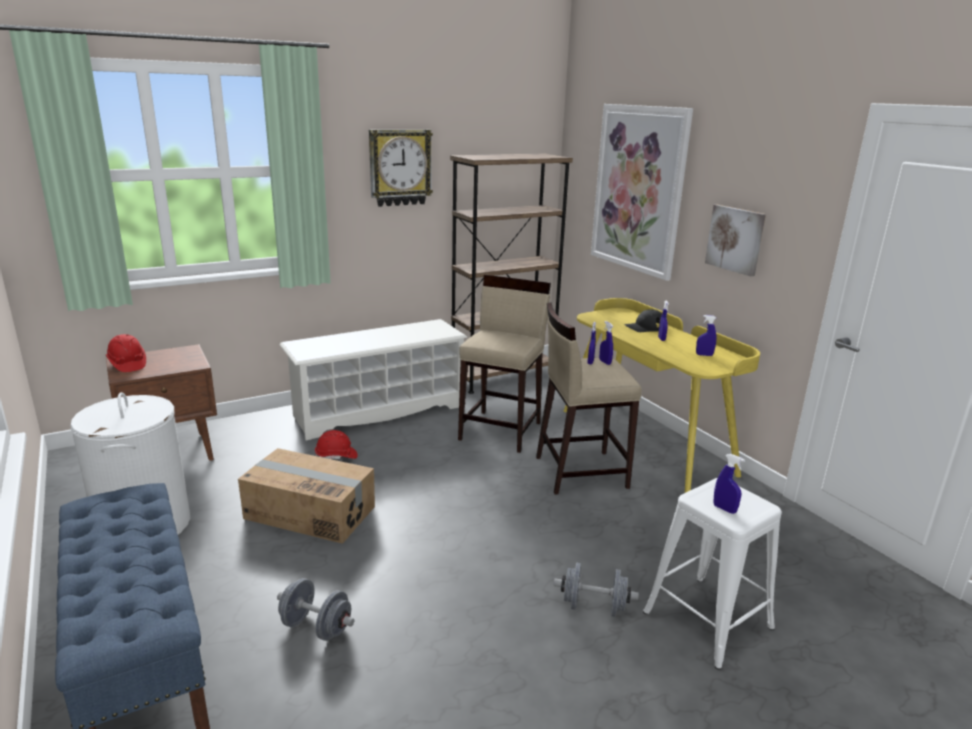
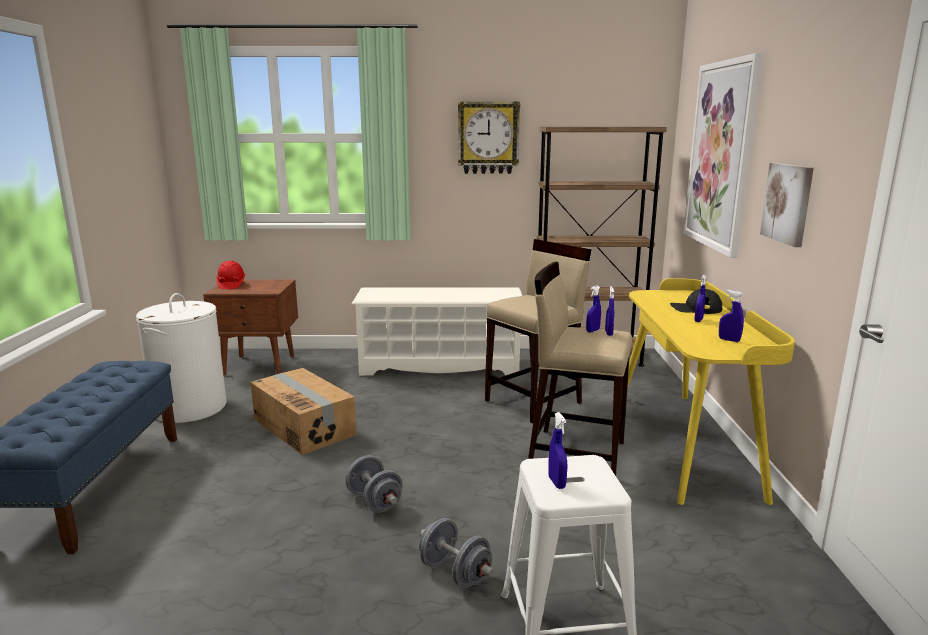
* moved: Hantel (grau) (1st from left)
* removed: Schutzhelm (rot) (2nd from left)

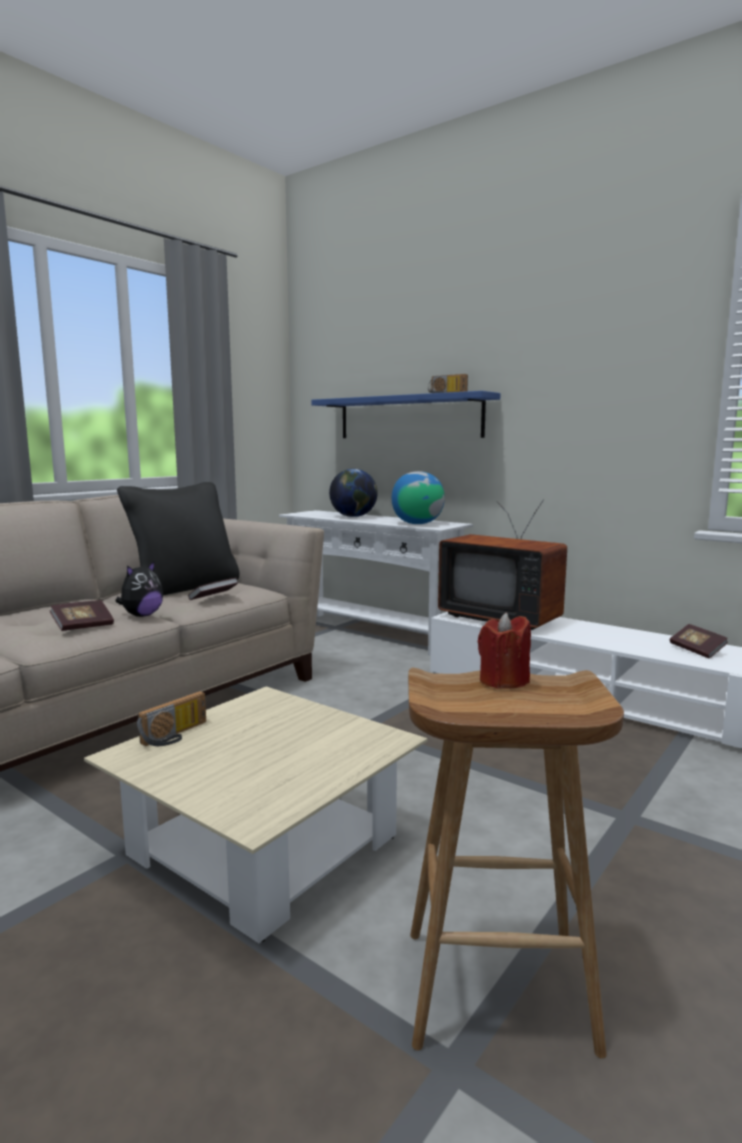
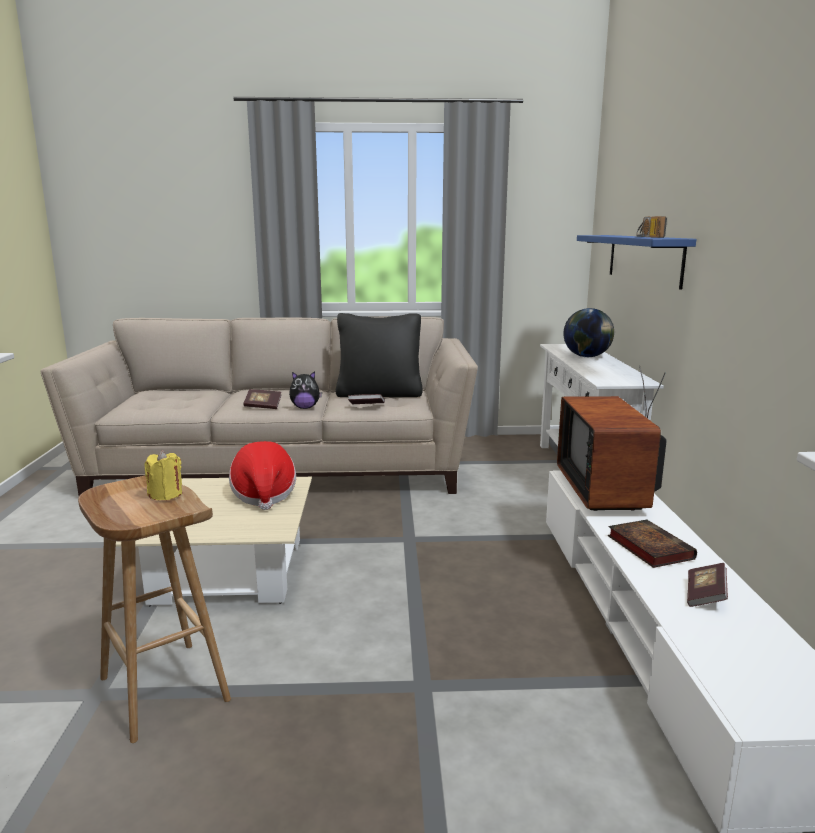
* recoloured: Kerze (rot) to Kerze (gelb)
* added: Hut
* added: Buch (3rd from left)
* removed: Radio (1st from left)
* removed: Globus (2nd from left)

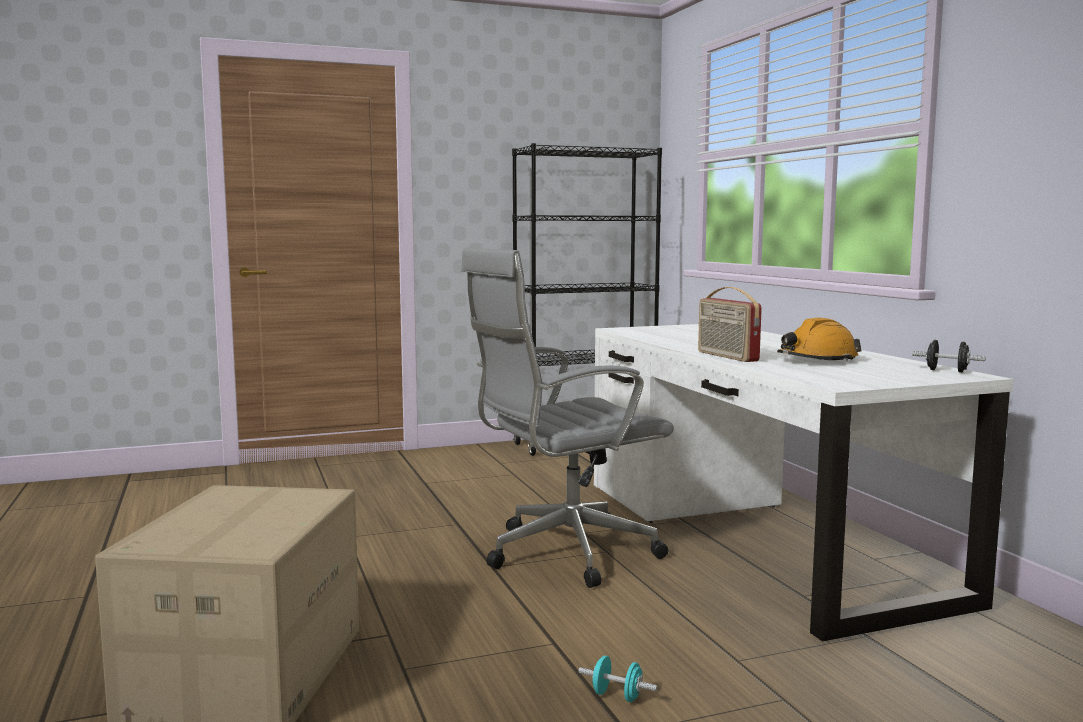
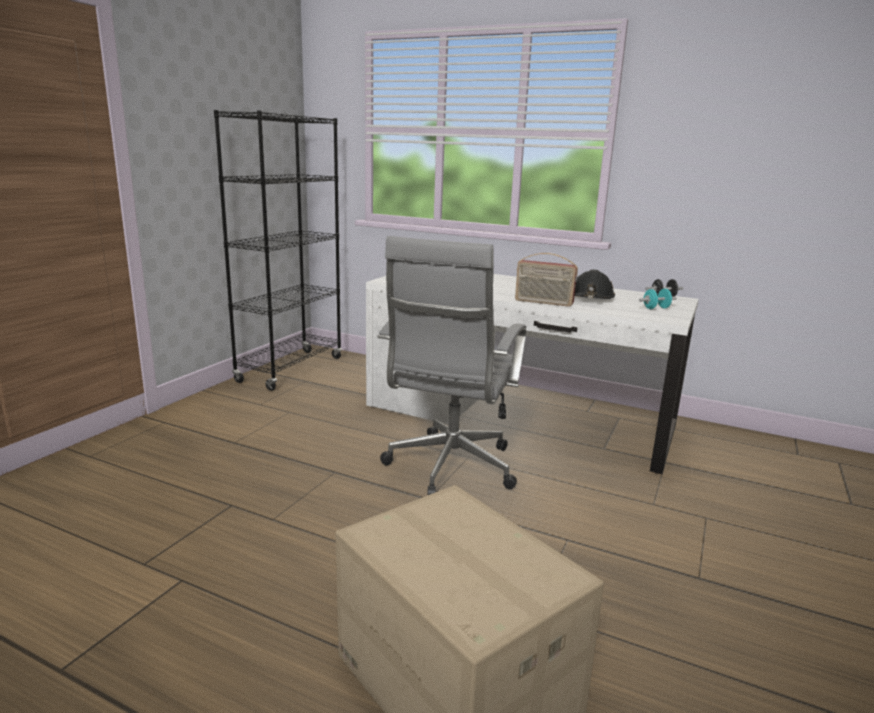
* recoloured: Schutzhelm (orange) to Schutzhelm (schwarz)
* moved: Hantel (türkis)

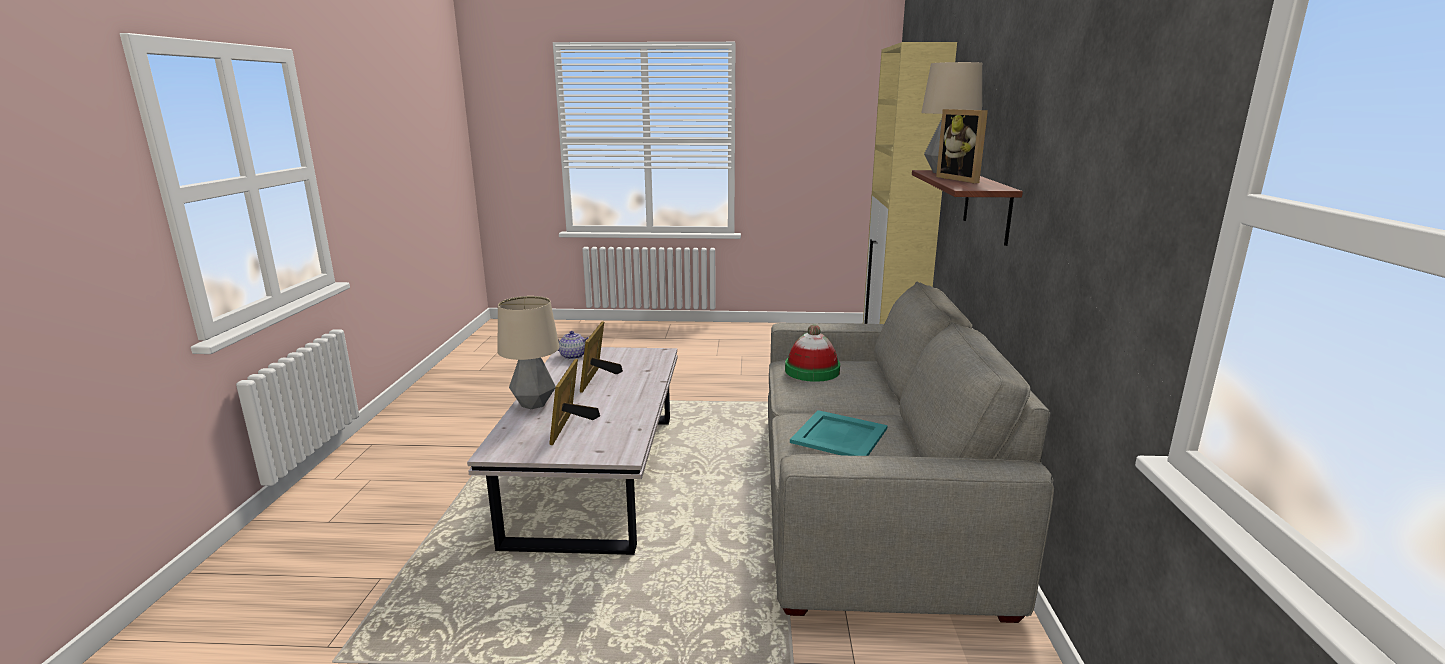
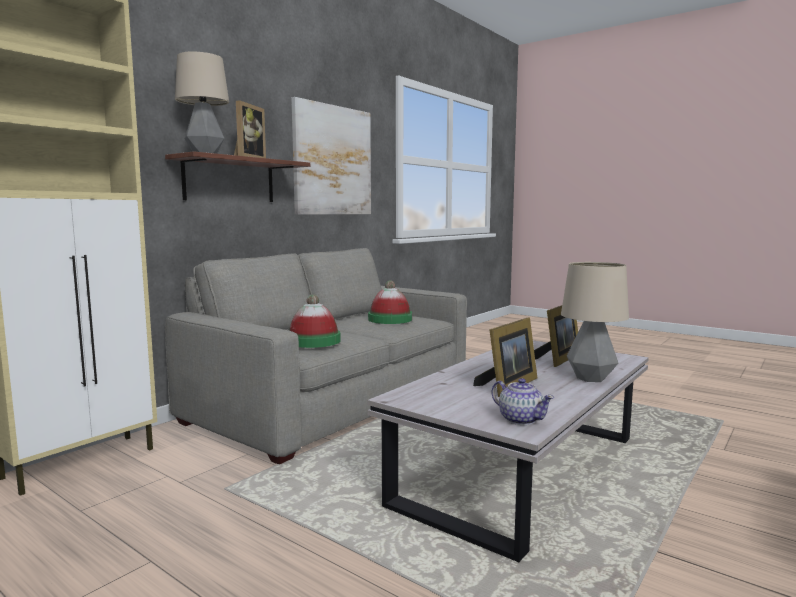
* added: Bild
* replaced: Tablett (türkis) to Hut (2nd from left)

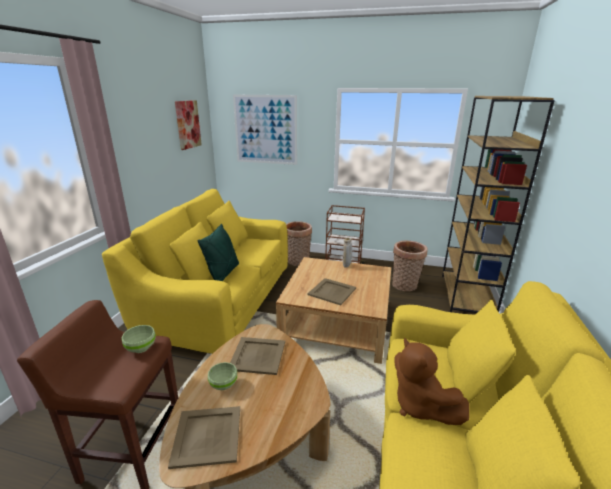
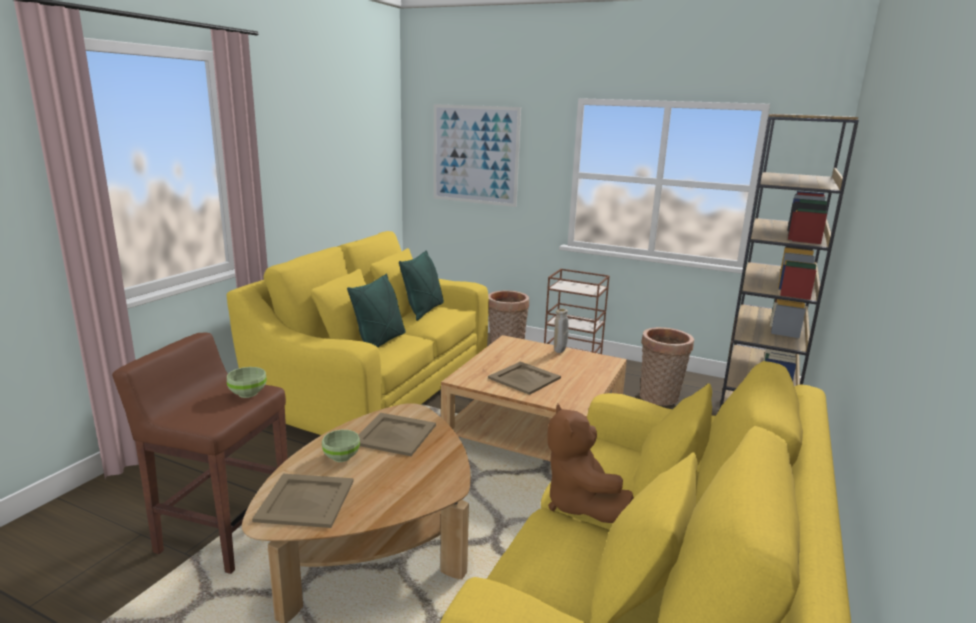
* added: Kissen (grün) (2nd from left)
* removed: Bild (1st from left)

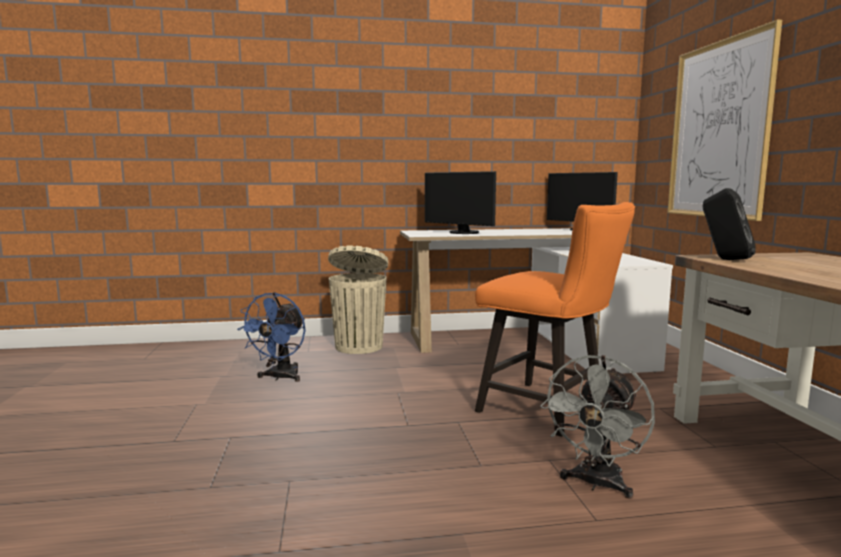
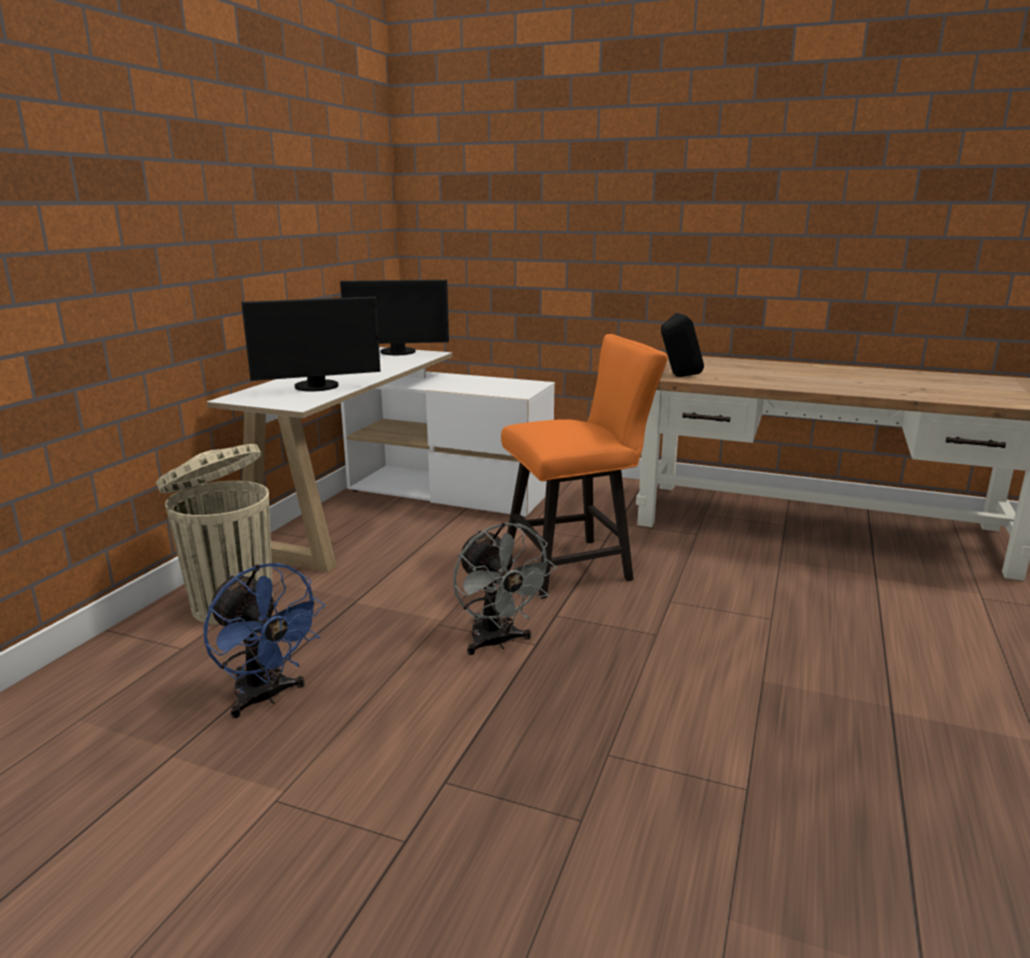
* moved: Ventilator (grau)
* removed: Bild

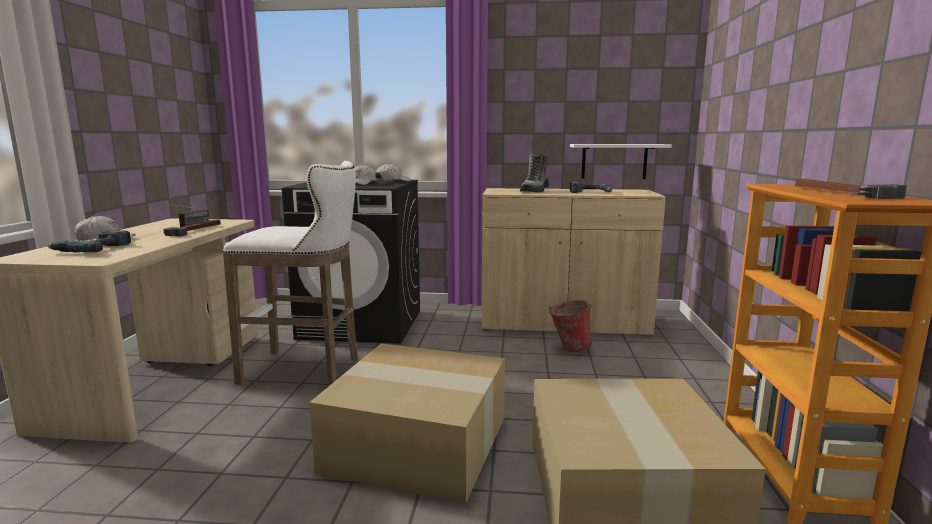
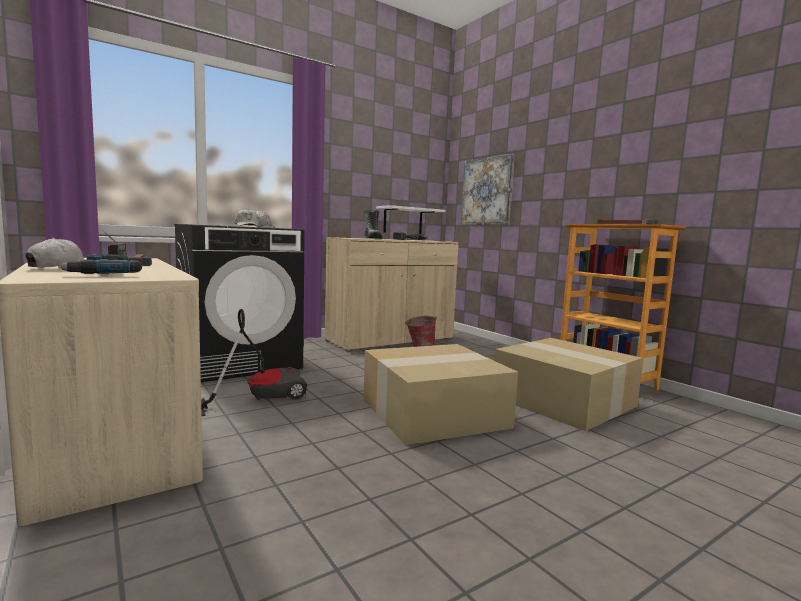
* replaced: Hocker (weiß) to Staubsauger
* added: Bild

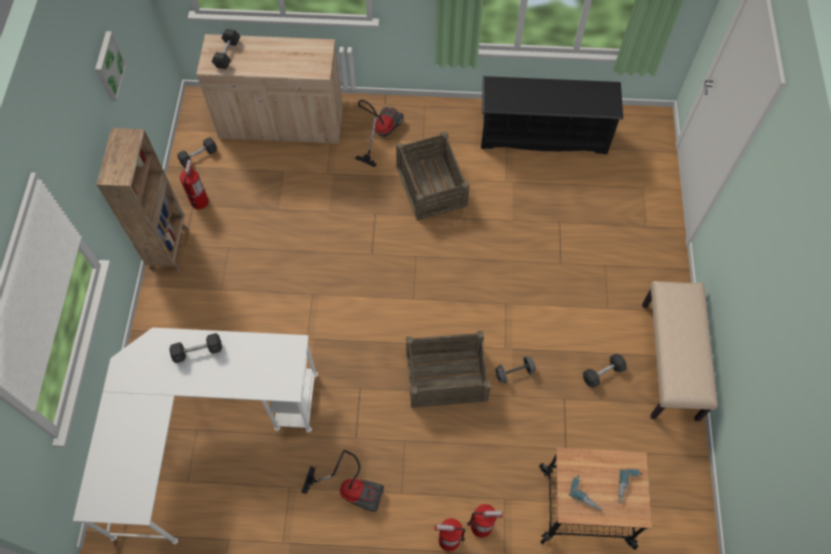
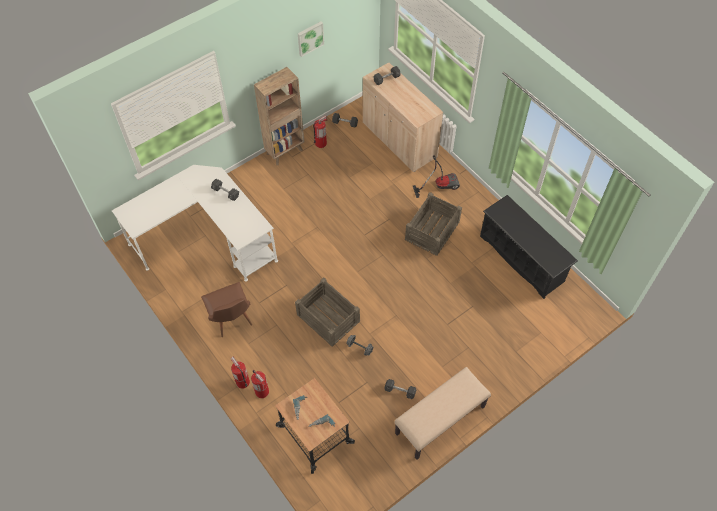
* replaced: Staubsauger (1st from left) to Stuhl (braun)

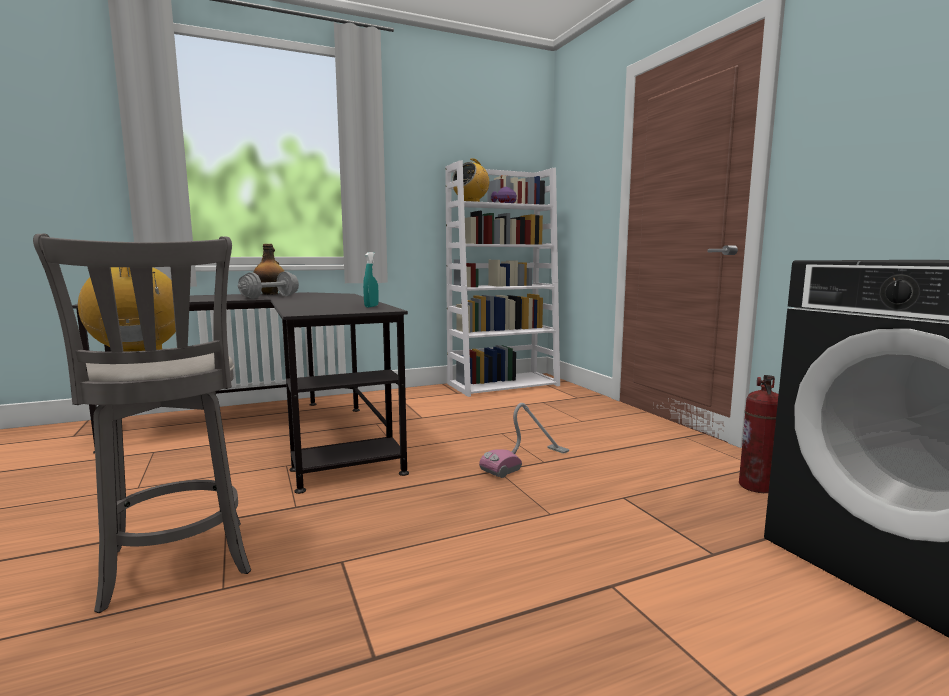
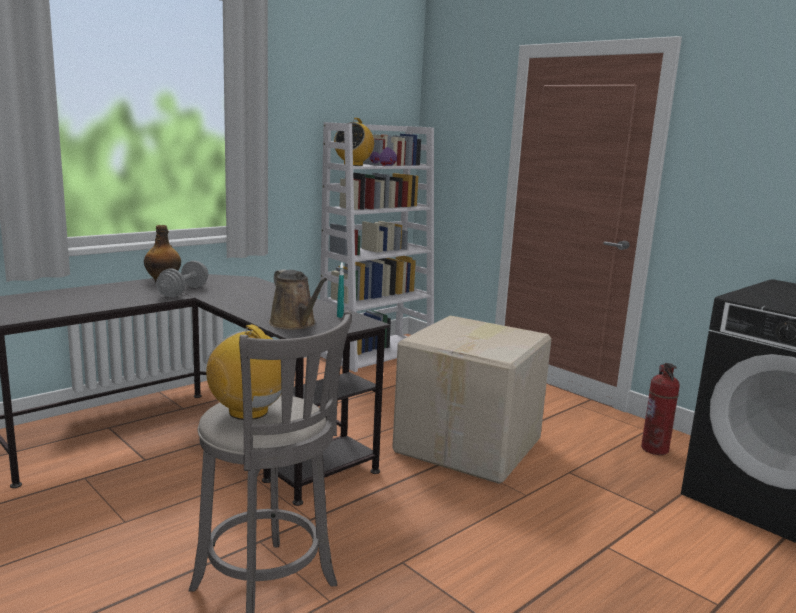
* added: Gießkanne (braun)
* replaced: Staubsauger to Karton

